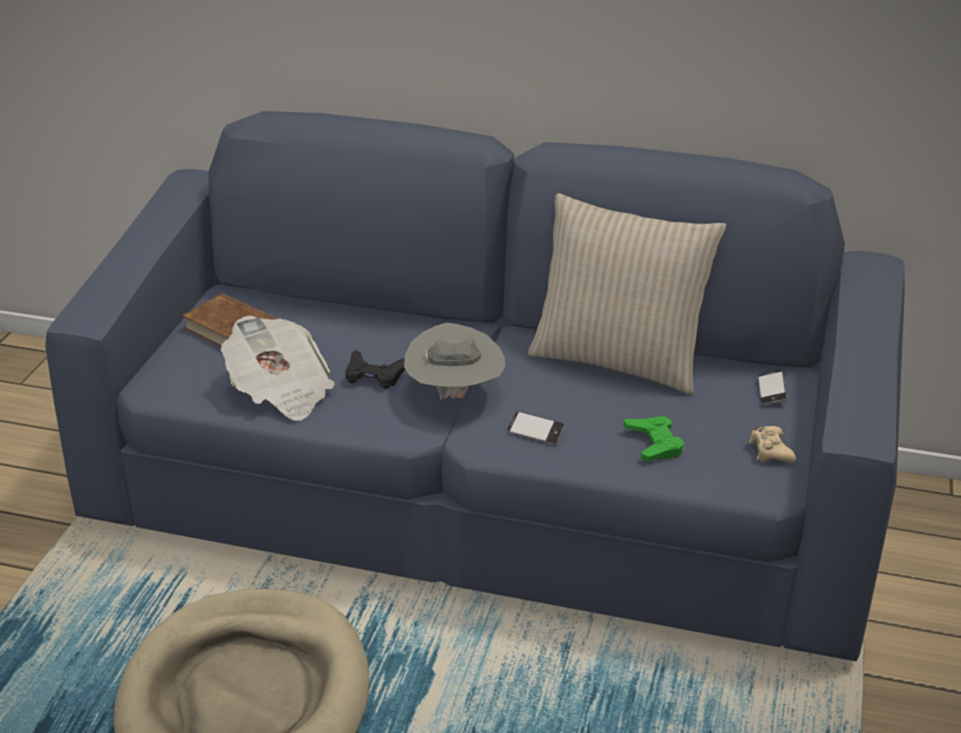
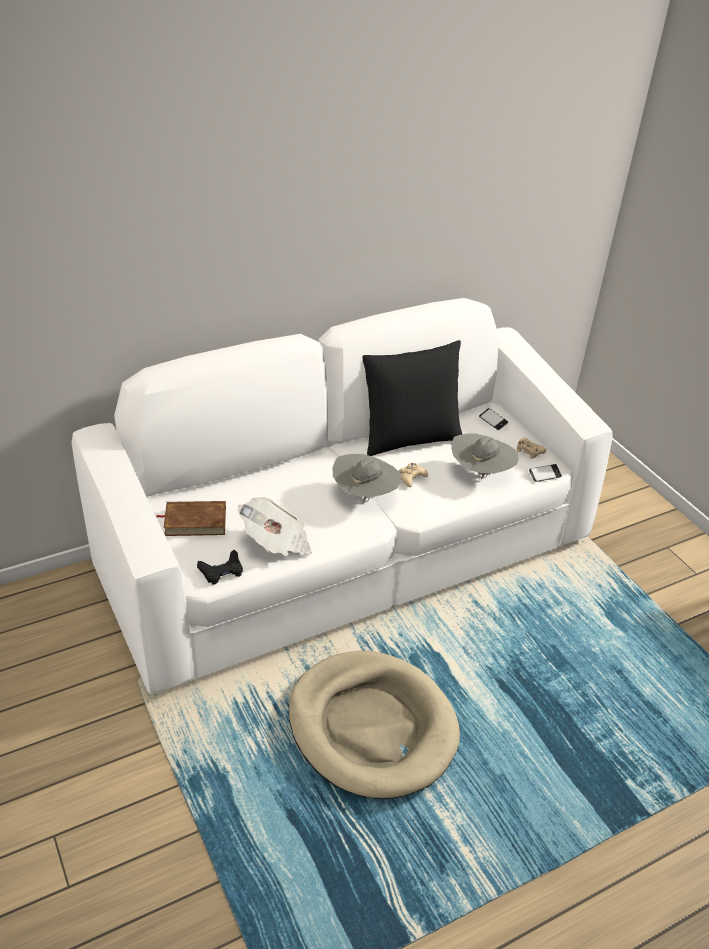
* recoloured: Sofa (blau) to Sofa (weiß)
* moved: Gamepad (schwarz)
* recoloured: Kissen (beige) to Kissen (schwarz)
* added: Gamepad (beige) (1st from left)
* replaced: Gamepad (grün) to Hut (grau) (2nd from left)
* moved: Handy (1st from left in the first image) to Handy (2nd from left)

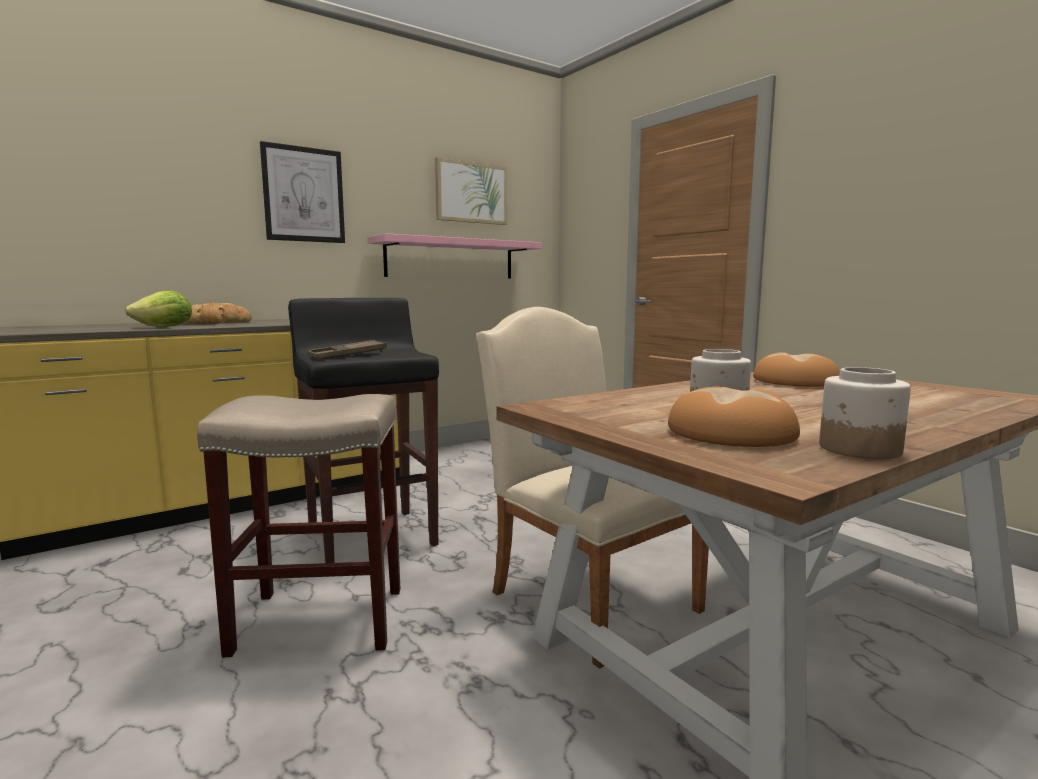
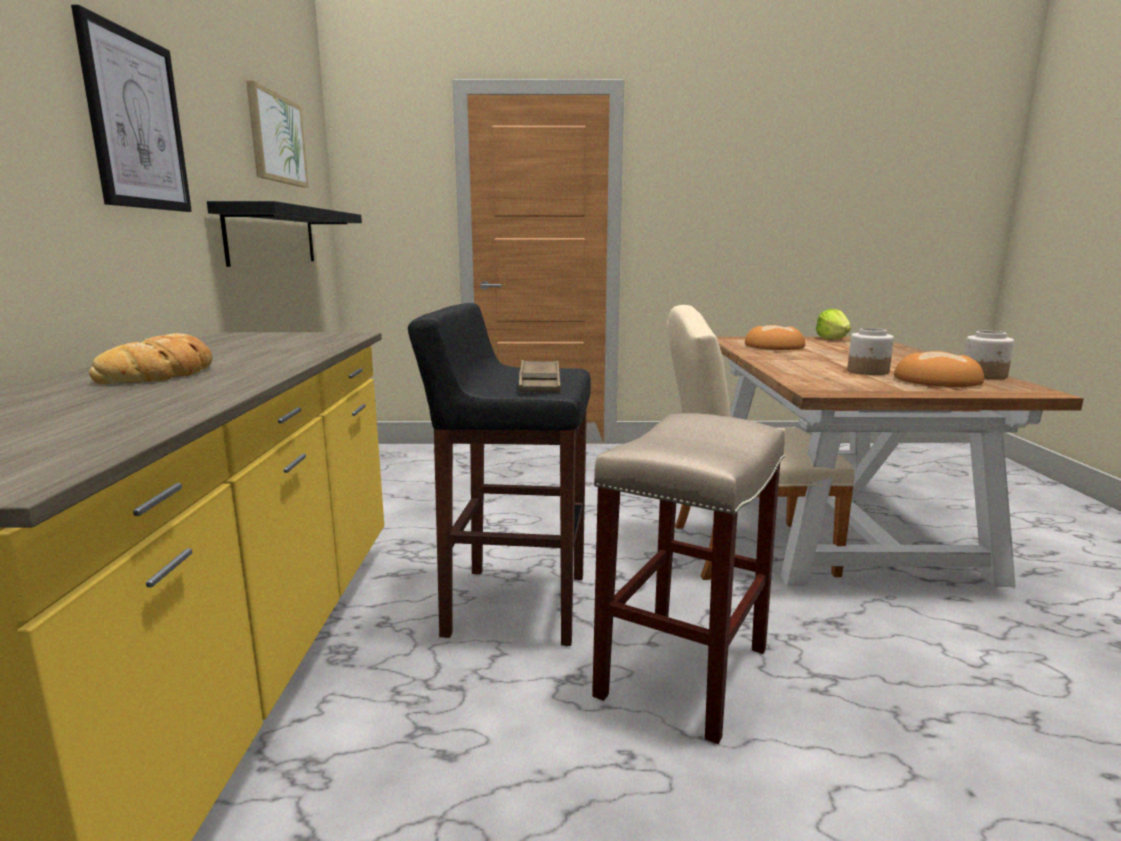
* recoloured: Wandregal (rosa) to Wandregal (schwarz)
* moved: Salatkopf

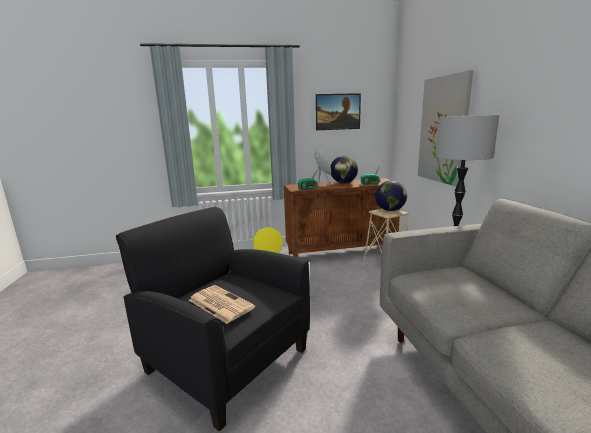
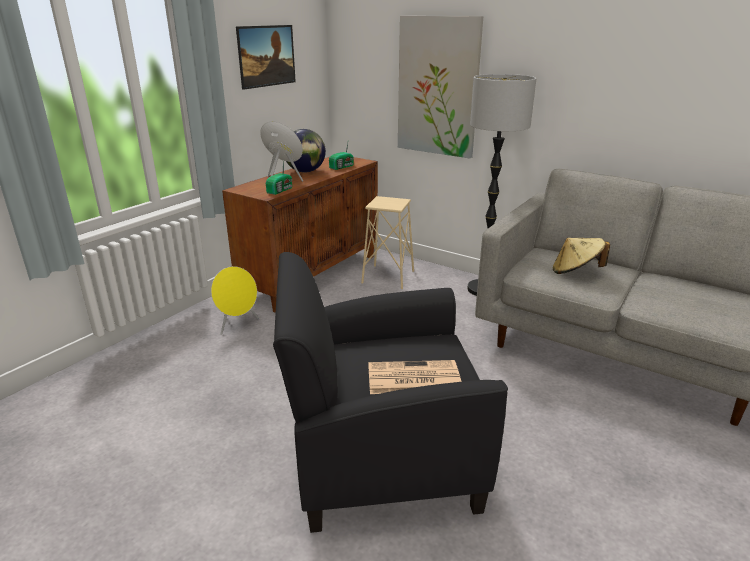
* added: Hut (beige)
* removed: Globus (2nd from left)

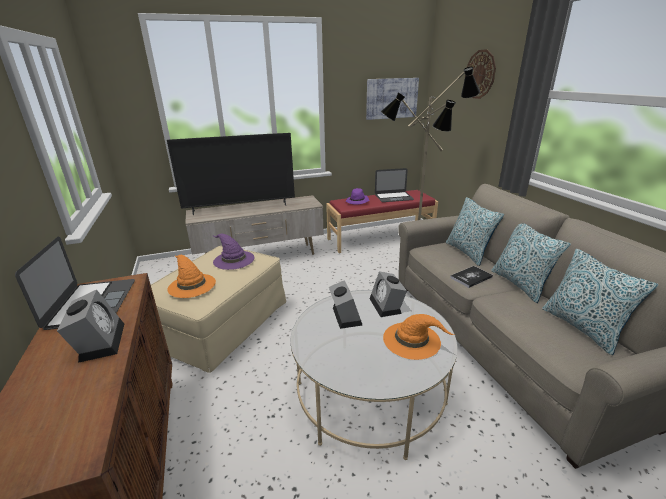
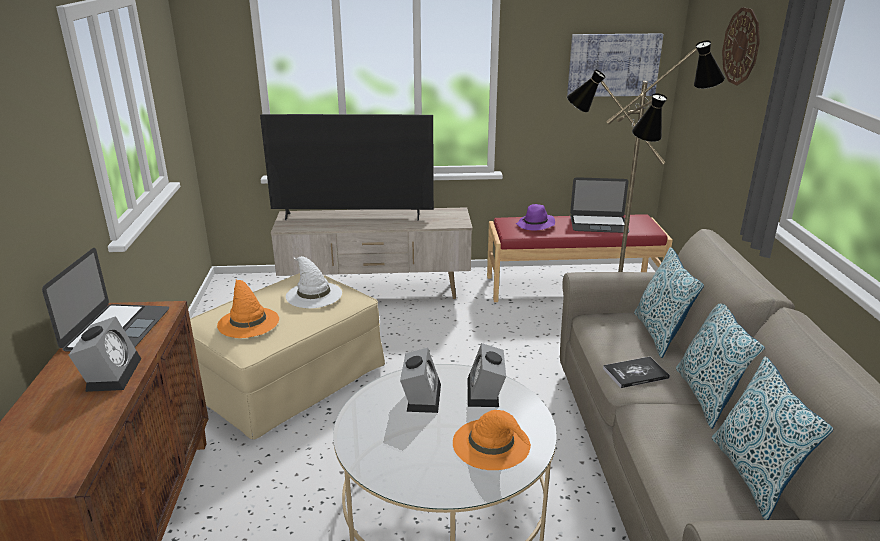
* recoloured: Hut (lila) (1st from left) to Hut (weiß)

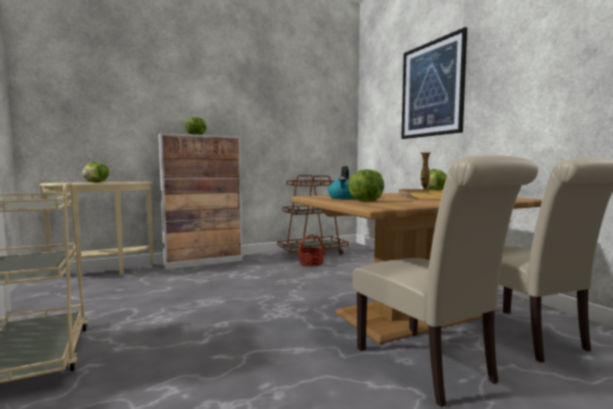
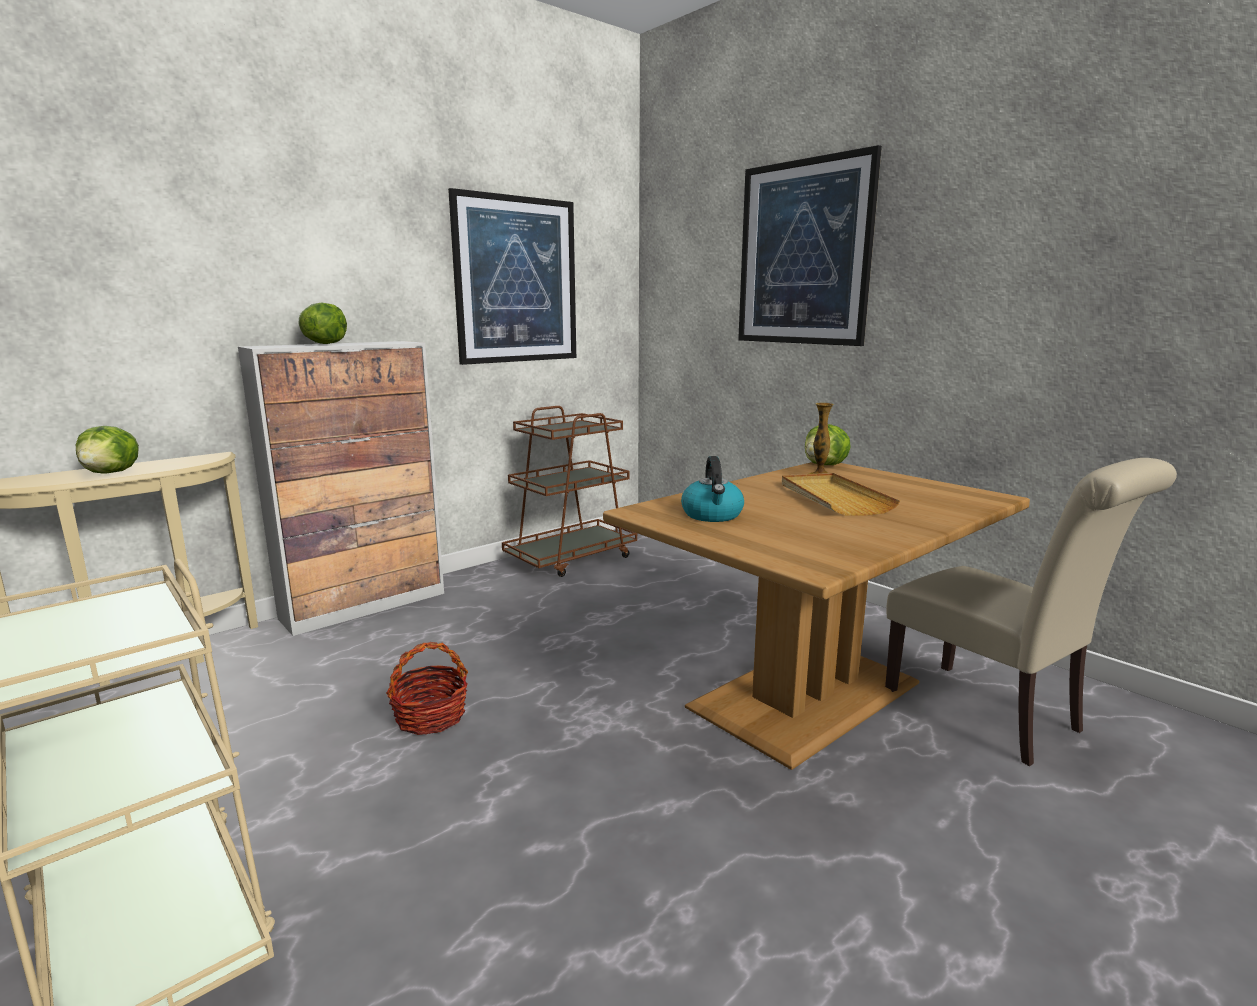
* moved: Korb
* added: Bild (1st from left)
* removed: Salatkopf (3rd from left)
* removed: Stuhl (beige) (1st from left)

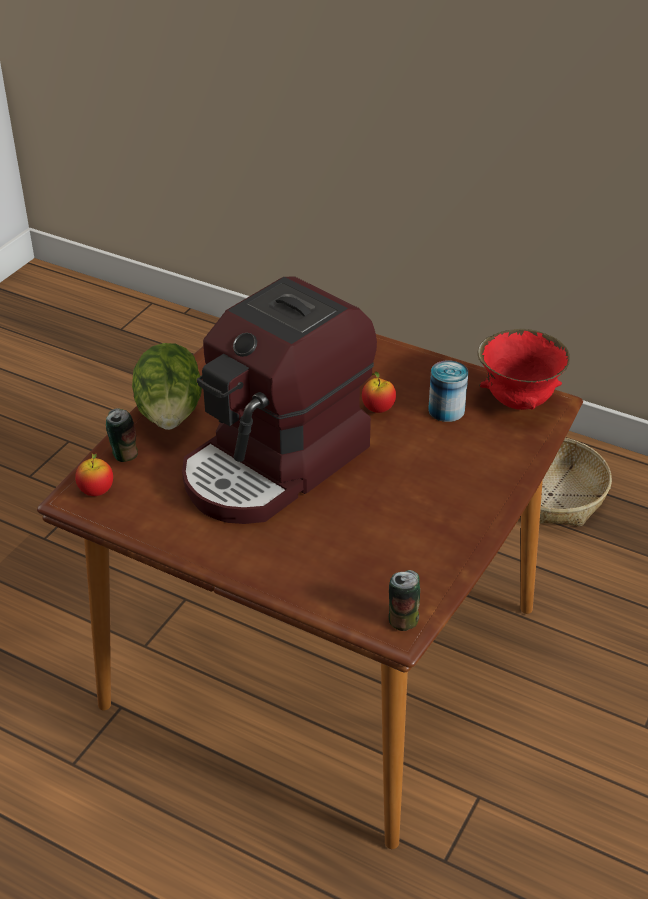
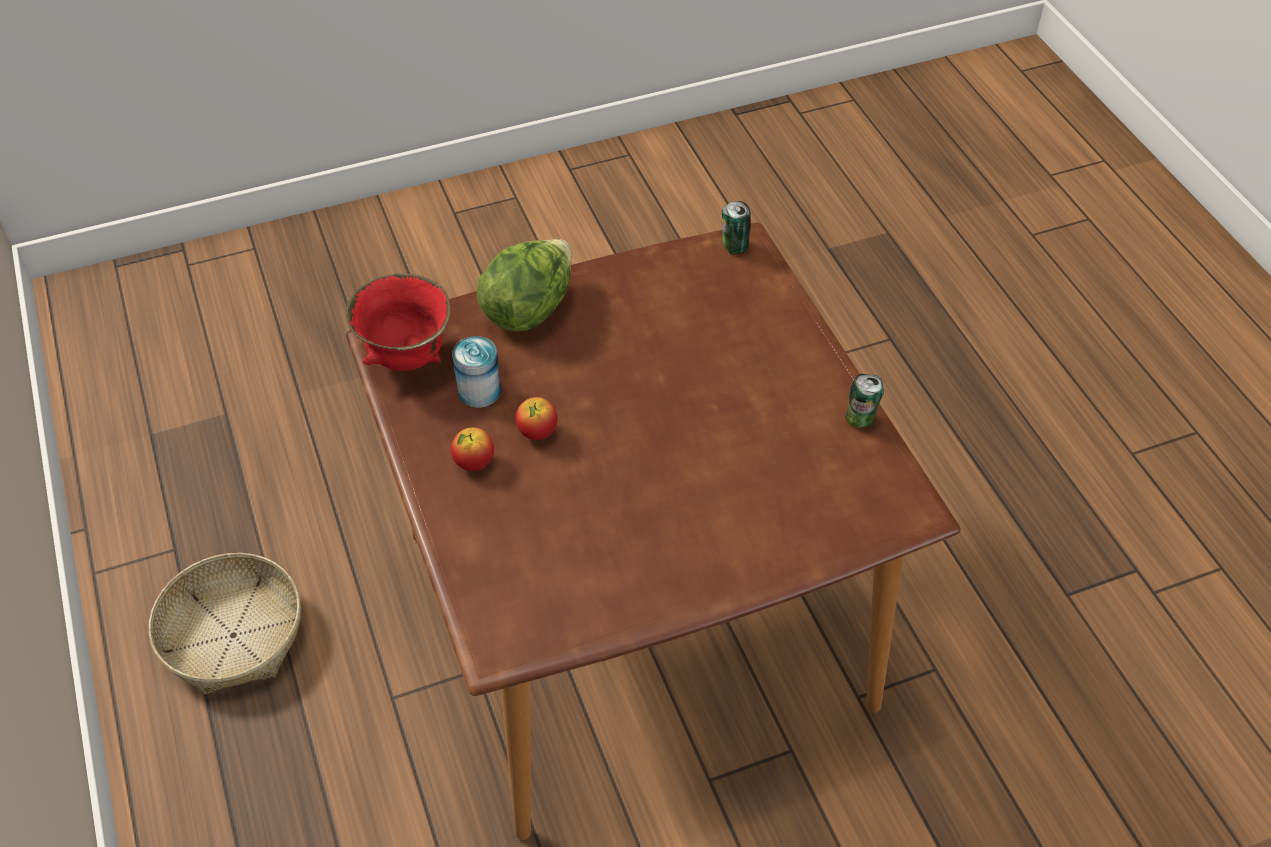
* moved: Apfel (1st from left)
* moved: Salatkopf
* moved: Dose (1st from left in the first image) to Dose (3rd from left)
* removed: Kaffeemaschine

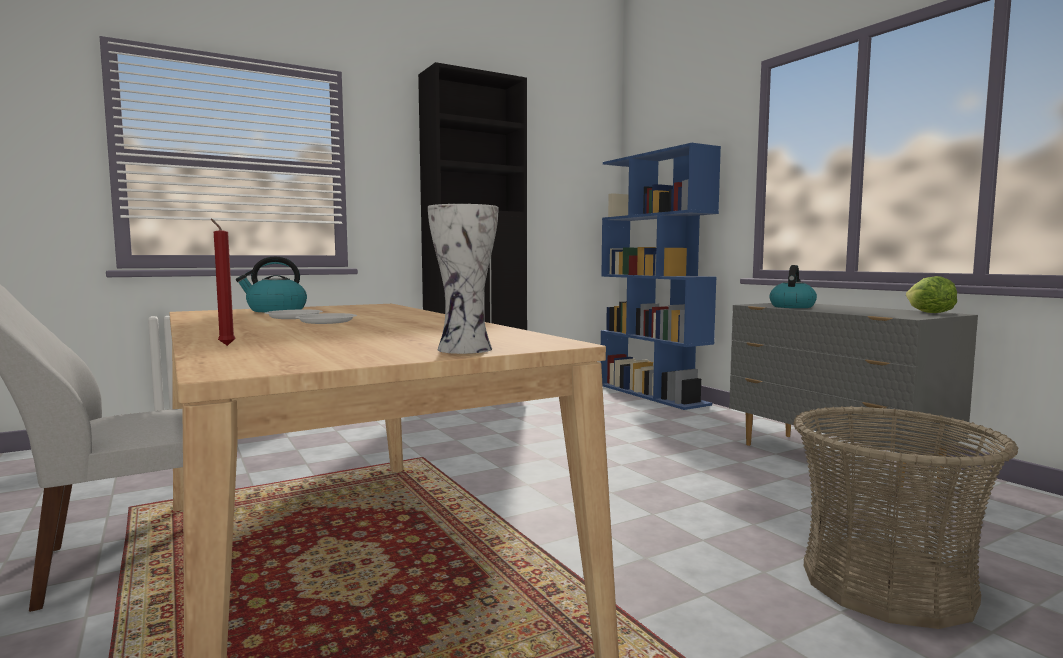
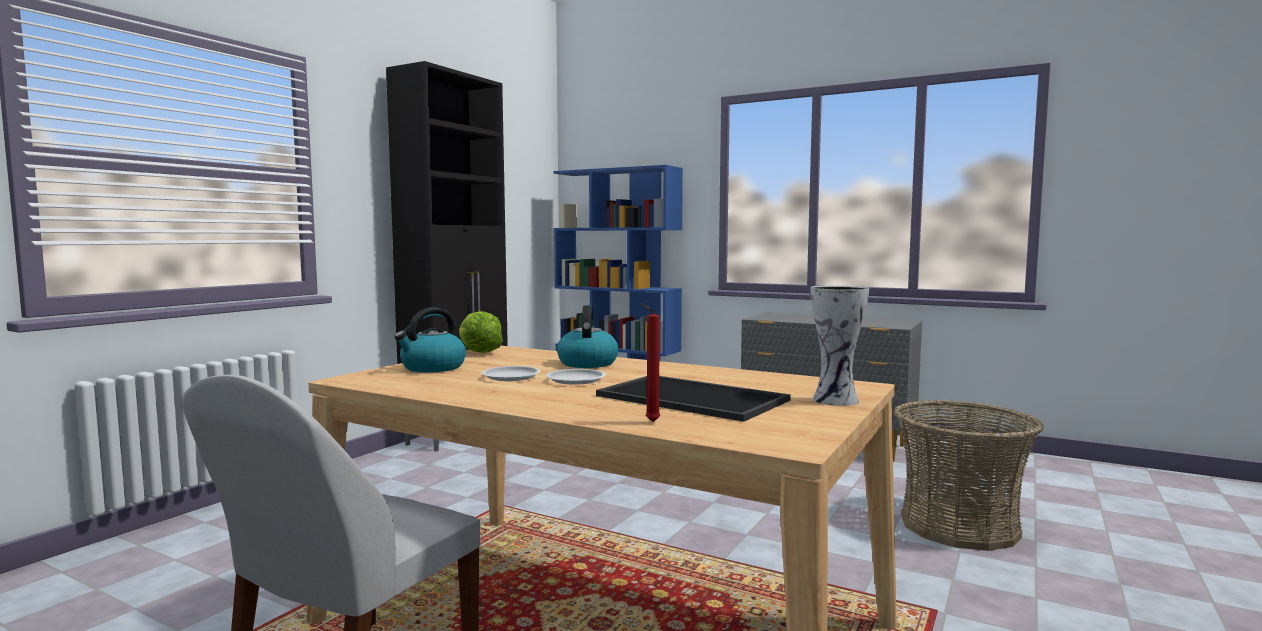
* moved: Salatkopf
* moved: Wasserkessel (2nd from left)
* added: Tablett

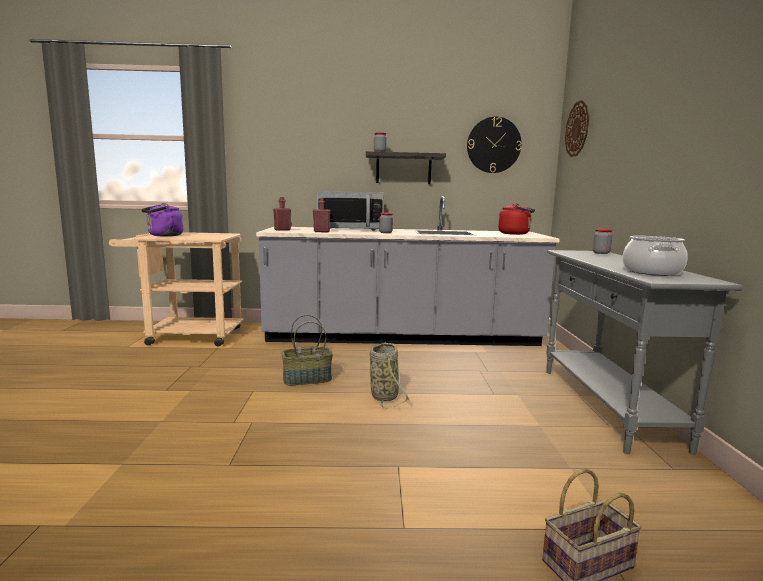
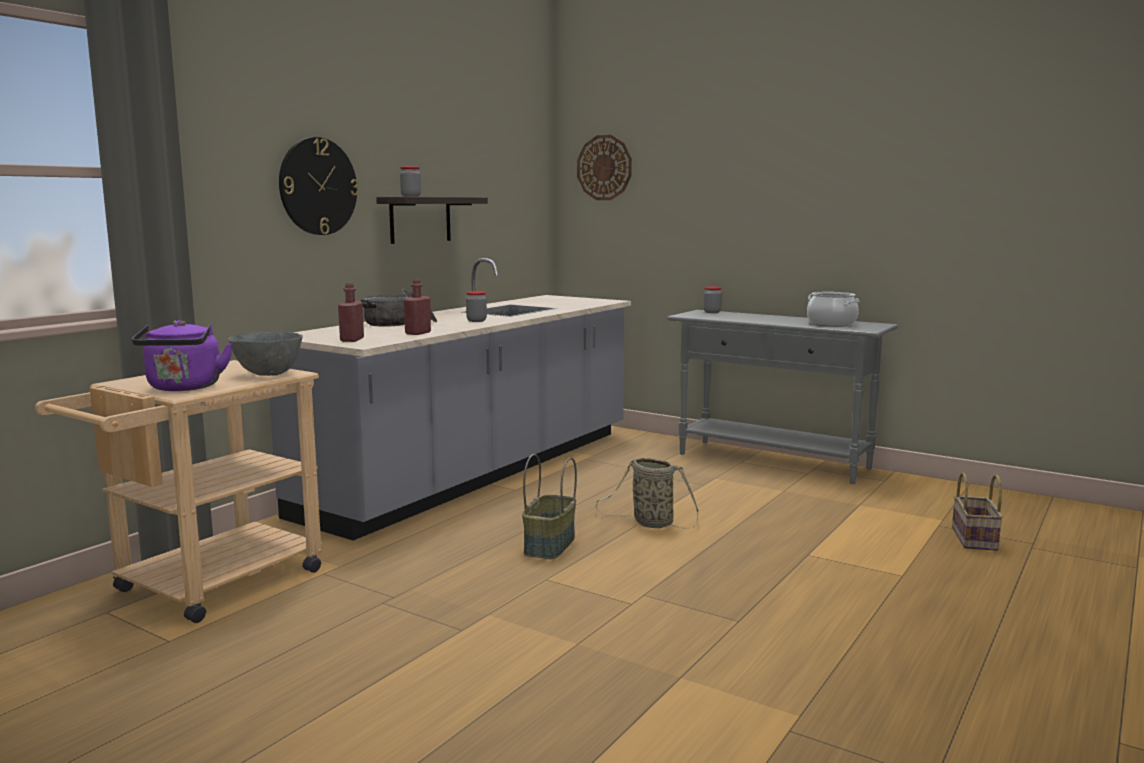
* added: Schüssel (grau)
* moved: Wanduhr (1st from left)
* replaced: Mikrowelle to Kochtopf (1st from left)
* removed: Wasserkessel (rot)

